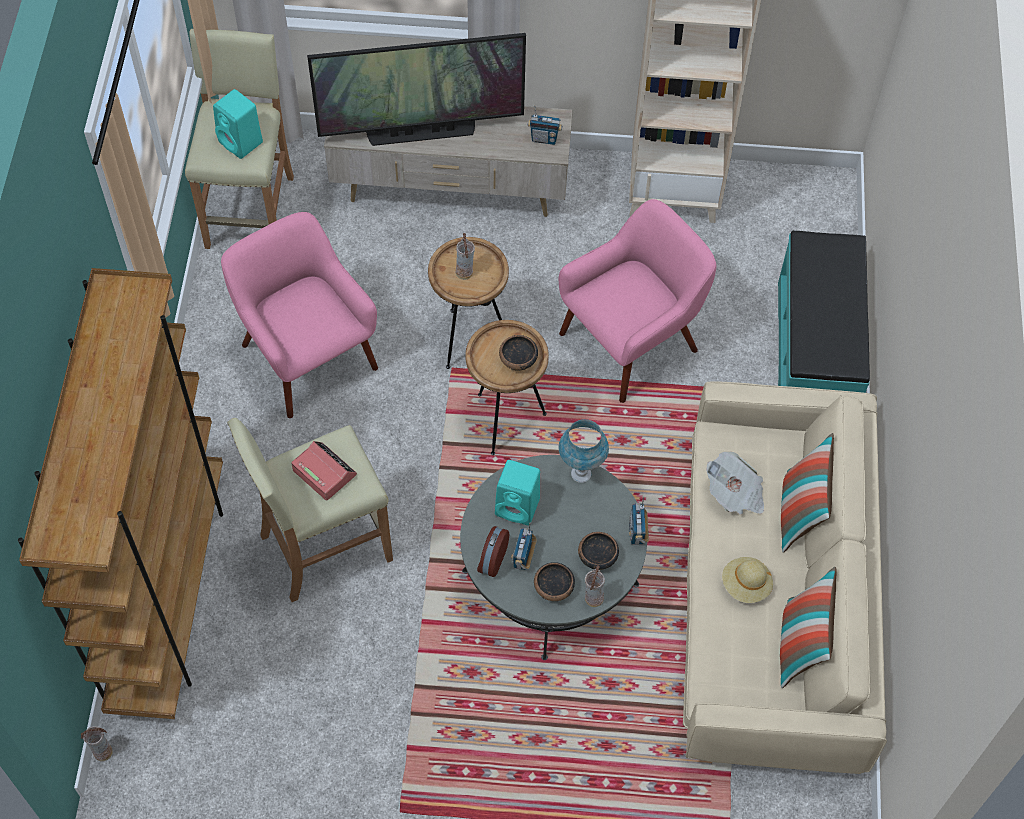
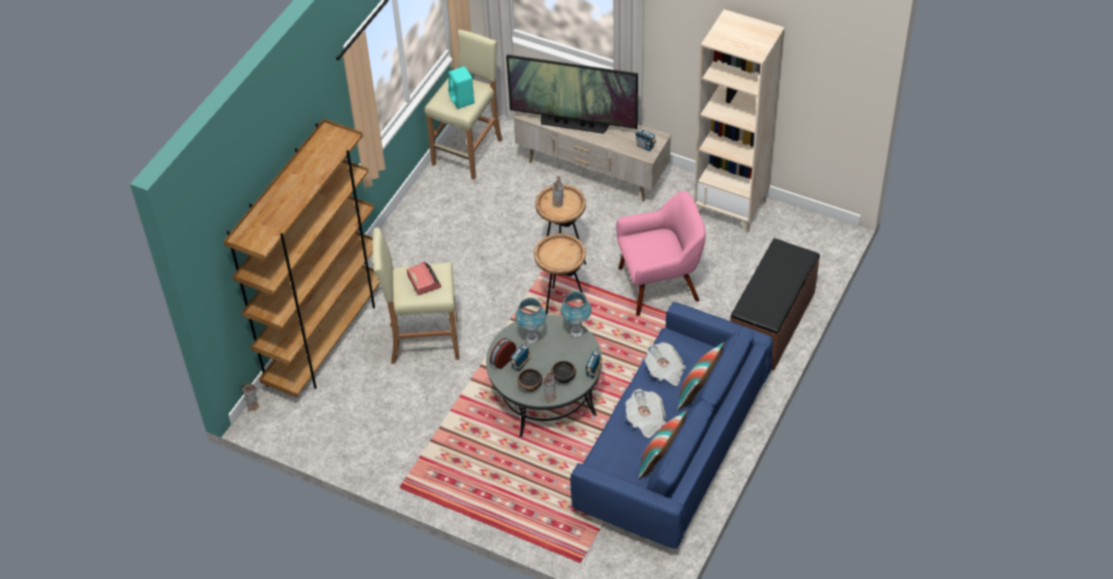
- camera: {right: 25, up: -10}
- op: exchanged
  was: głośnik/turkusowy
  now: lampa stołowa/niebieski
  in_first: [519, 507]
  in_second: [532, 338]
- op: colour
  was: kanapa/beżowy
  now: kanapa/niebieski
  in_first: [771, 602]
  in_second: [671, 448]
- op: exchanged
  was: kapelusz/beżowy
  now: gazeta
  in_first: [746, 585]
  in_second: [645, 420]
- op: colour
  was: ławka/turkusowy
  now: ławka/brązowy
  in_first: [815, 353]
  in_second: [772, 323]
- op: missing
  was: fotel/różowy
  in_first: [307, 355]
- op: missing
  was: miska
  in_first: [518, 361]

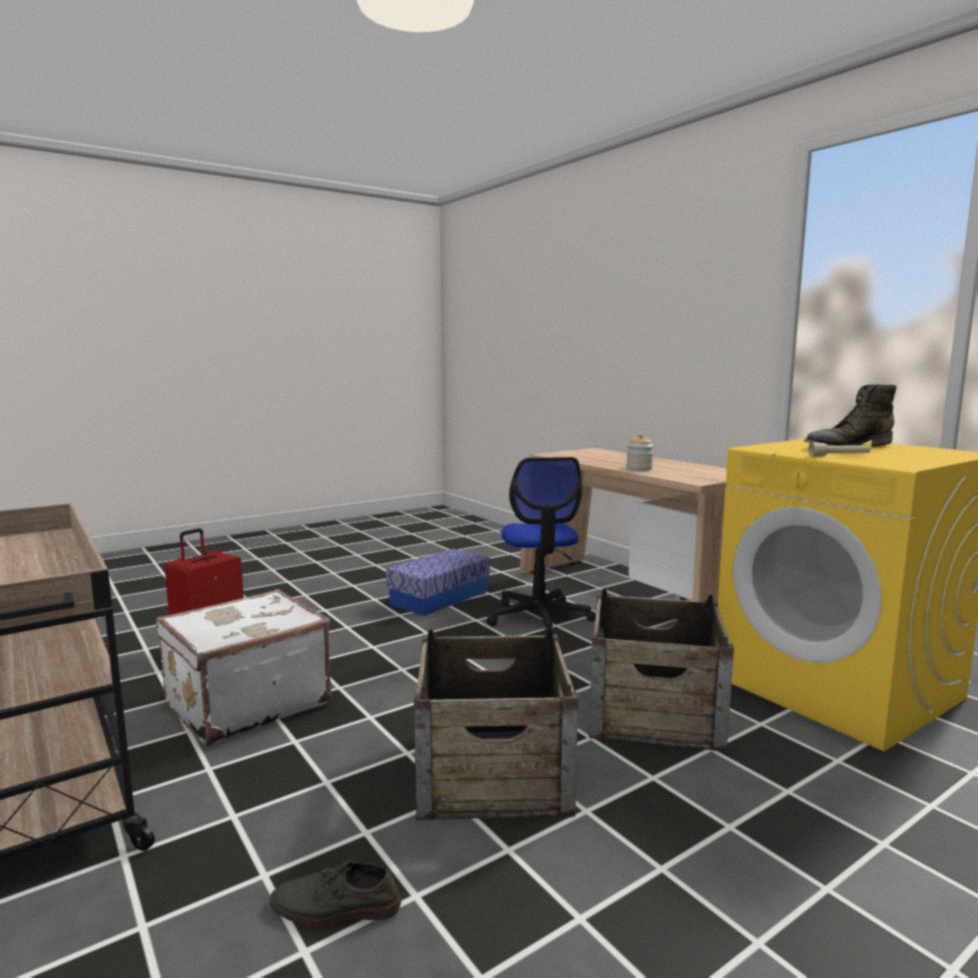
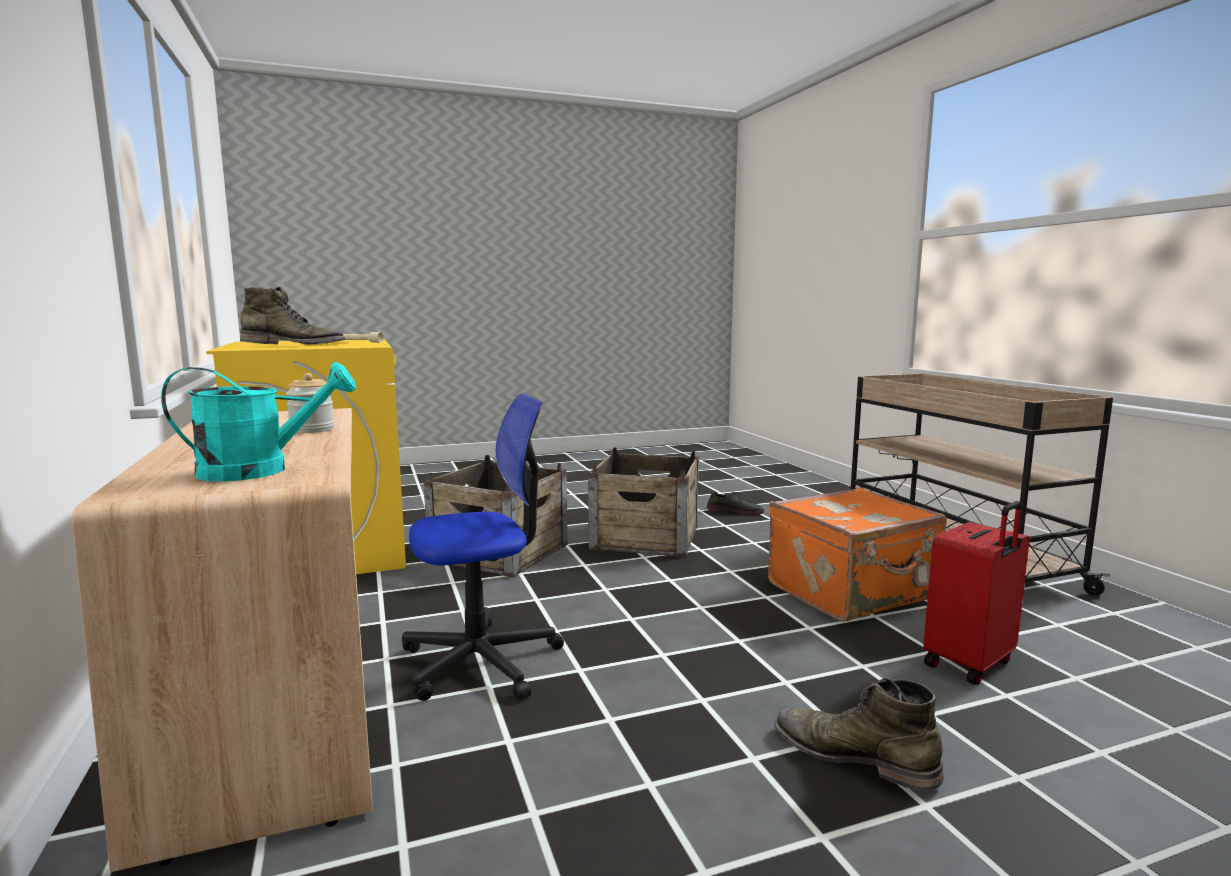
- camera: {right: -165, up: 0}
- op: appeared
  now: konewka/turkusowy
  in_second: [260, 470]
- op: spun
  was: krzesło biurowe
  in_first: [539, 617]
  in_second: [481, 661]
  clockwise: 60
- op: colour
  was: walizka/biały
  now: walizka/pomarańczowy
  in_first: [245, 703]
  in_second: [852, 592]
- op: appeared
  now: but z cholewką/zielony
  in_second: [853, 756]
- op: missing
  was: pojemnik do przechowywania
  in_first: [439, 597]

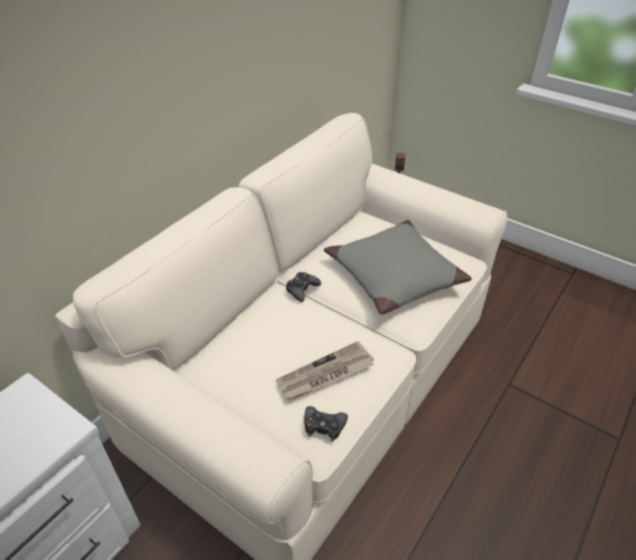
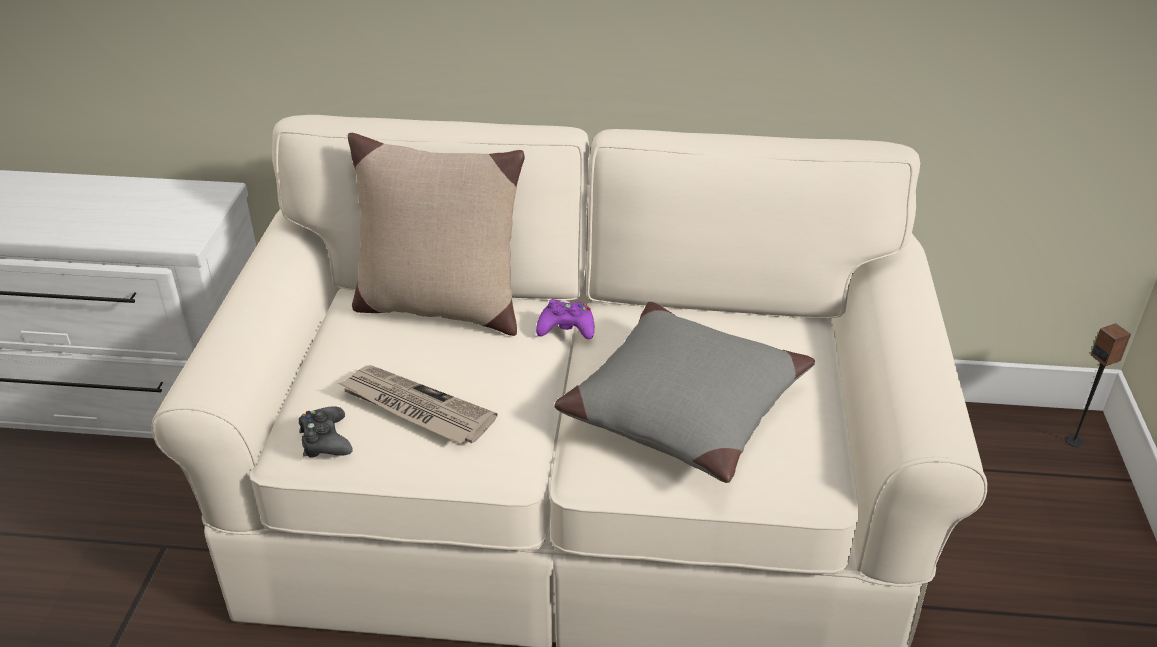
- camera: {right: 60, up: -5}
- op: appeared
  now: poduszka/beżowy
  in_second: [439, 307]
- op: colour
  was: pad do gier/czarny
  now: pad do gier/fioletowy
  in_first: [302, 289]
  in_second: [566, 328]

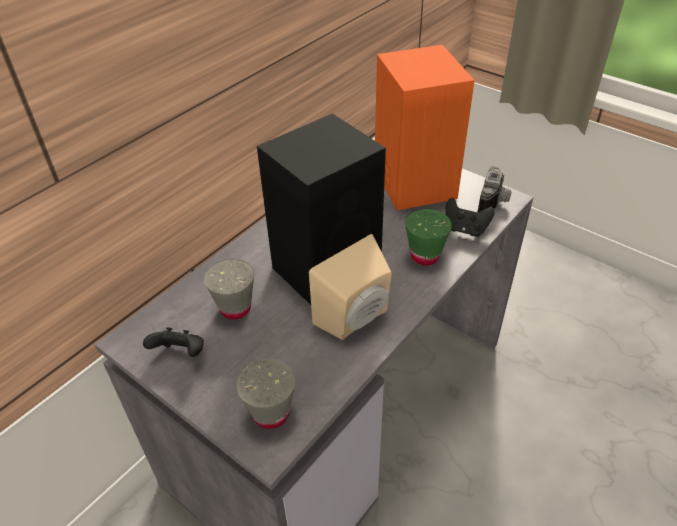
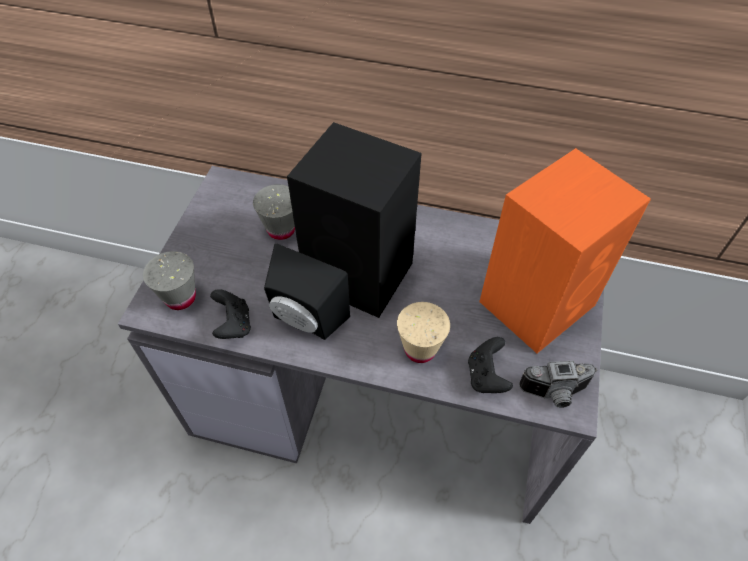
- camera: {right: 65, up: 10}
- op: relocated
  was: pad do gier/czarny
  in_first: [180, 354]
  in_second: [234, 325]
- op: colour
  was: głośnik/beżowy
  now: głośnik/czarny
  in_first: [357, 319]
  in_second: [305, 320]
- op: colour
  was: filiżanka/zielony
  now: filiżanka/beżowy
  in_first: [424, 256]
  in_second: [420, 349]

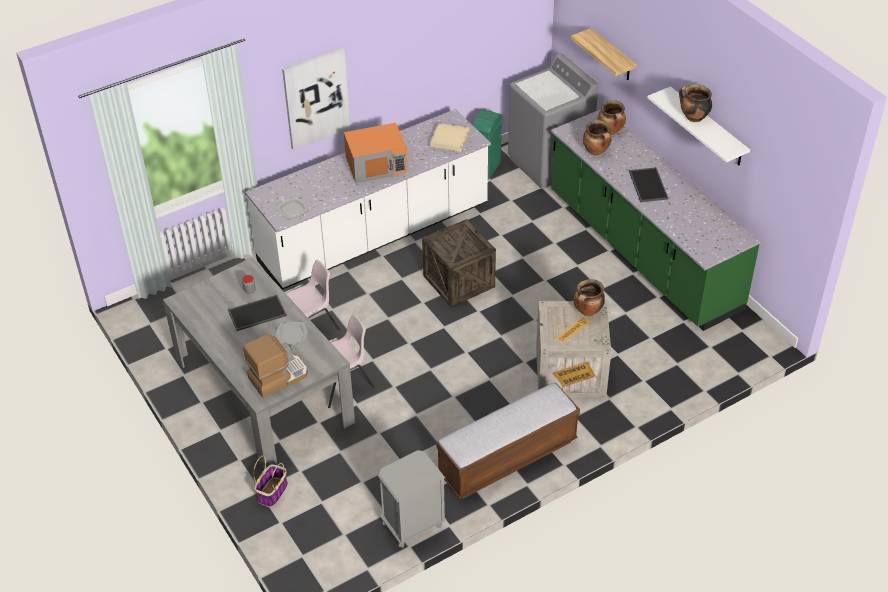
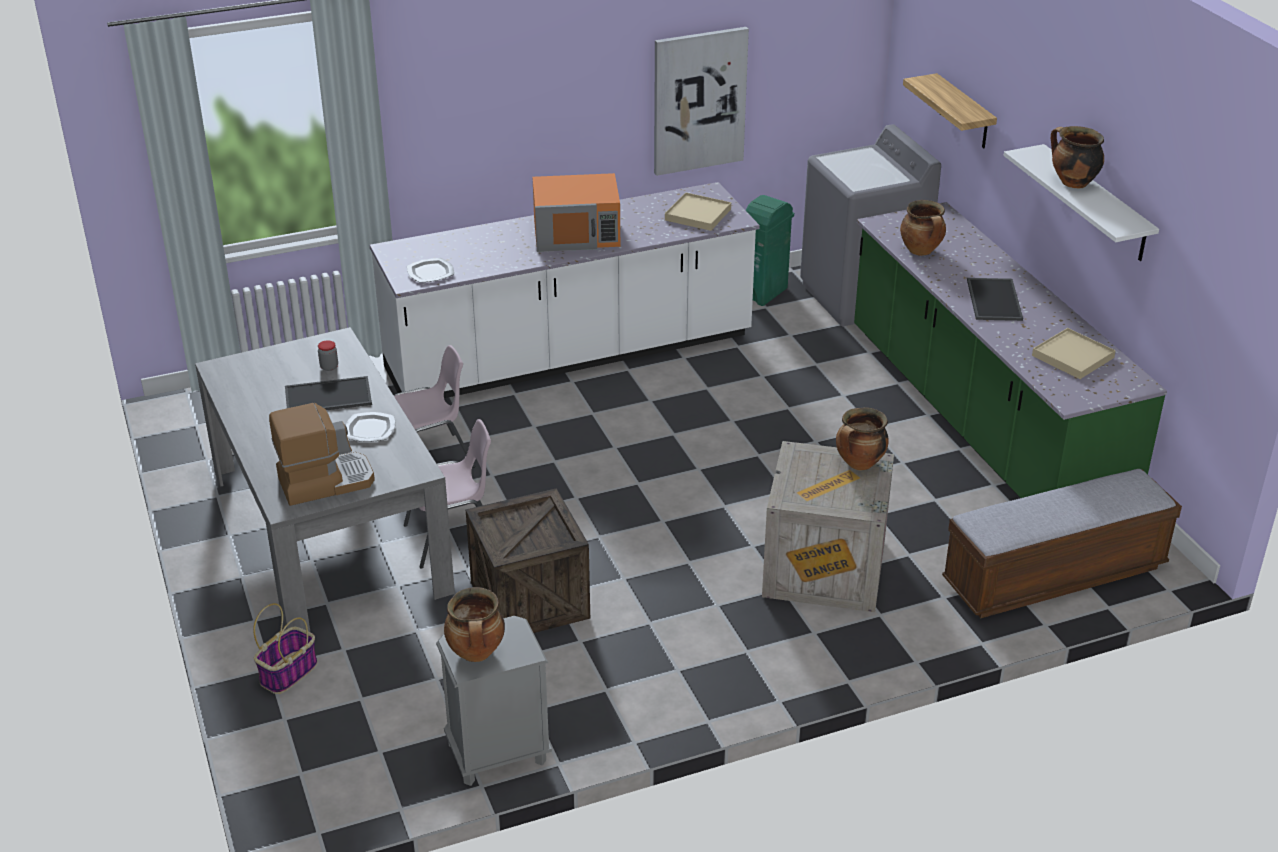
- camera: {right: 10, up: -10}
- op: relocated
  was: garnek
  in_first: [611, 131]
  in_second: [477, 654]
- op: relocated
  was: skrzynka
  in_first: [459, 281]
  in_second: [529, 600]
- op: relocated
  was: obraz
  in_first: [316, 98]
  in_second: [699, 100]
- op: relocated
  was: ławka
  in_first: [507, 457]
  in_second: [1054, 575]
- op: appeared
  now: taca/beżowy
  in_second: [1072, 356]

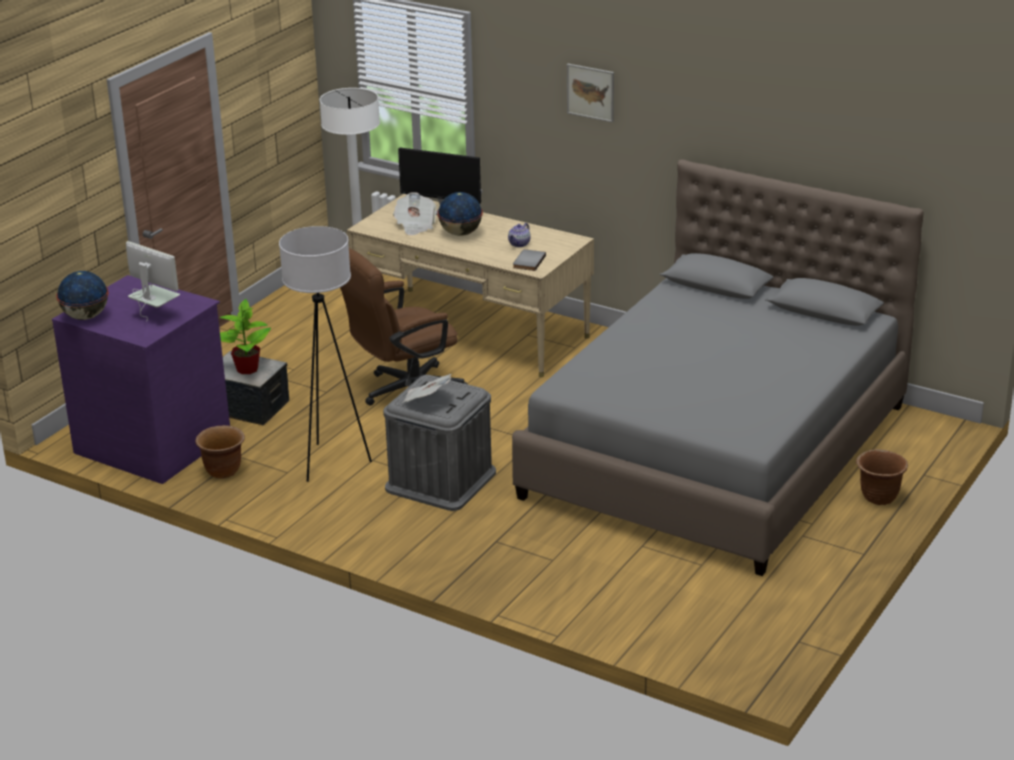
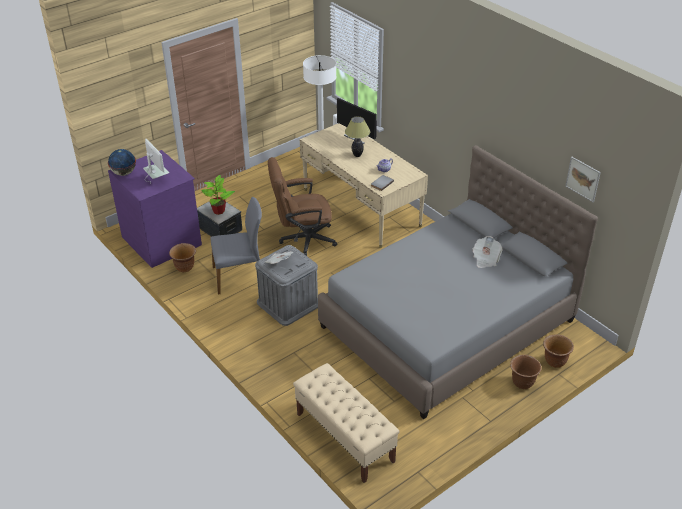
- camera: {right: 20, up: 10}
- op: exchanged
  was: lampa stojąca/biały
  now: krzesło/szary
  in_first: [331, 462]
  in_second: [240, 276]
- op: appeared
  now: ławka/beżowy
  in_second: [344, 437]
- op: exchanged
  was: globus
  now: lampa stołowa
  in_first: [461, 233]
  in_second: [357, 155]
- op: relocated
  was: gazeta
  in_first: [415, 225]
  in_second: [485, 259]
- op: appeared
  now: donica/brązowy
  in_second: [555, 361]
- op: relocated
  was: obraz
  in_first: [590, 92]
  in_second: [583, 179]

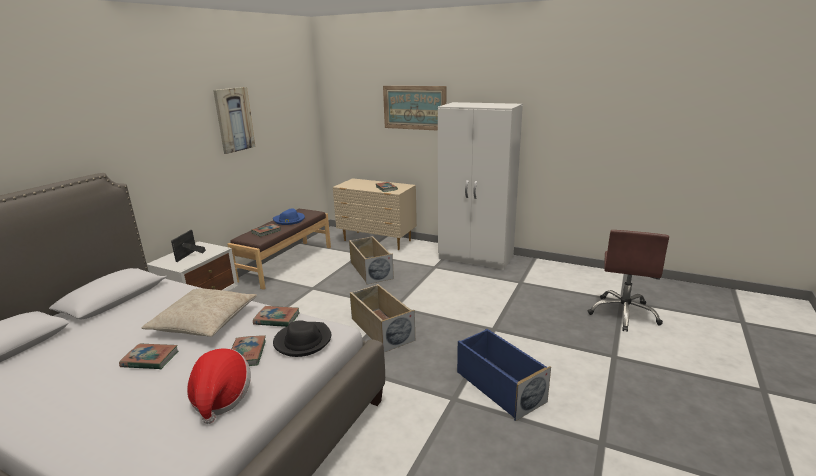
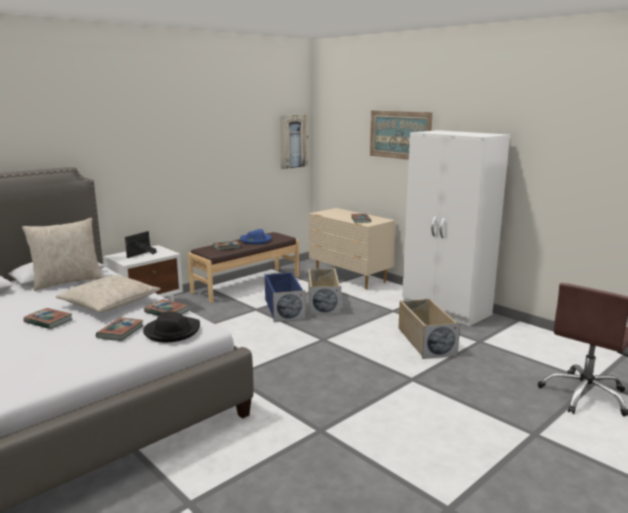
- camera: {right: 20, up: -5}
- op: appeared
  now: poduszka/beżowy
  in_second: [67, 282]
- op: relocated
  was: pojemnik do przechowywania/niebieski
  in_first: [499, 386]
  in_second: [283, 308]
- op: relocated
  was: obraz
  in_first: [234, 120]
  in_second: [293, 141]
- op: relocated
  was: pojemnik do przechowywania/beżowy
  in_first: [381, 329]
  in_second: [425, 341]
- op: missing
  was: kapelusz
  in_first: [221, 398]

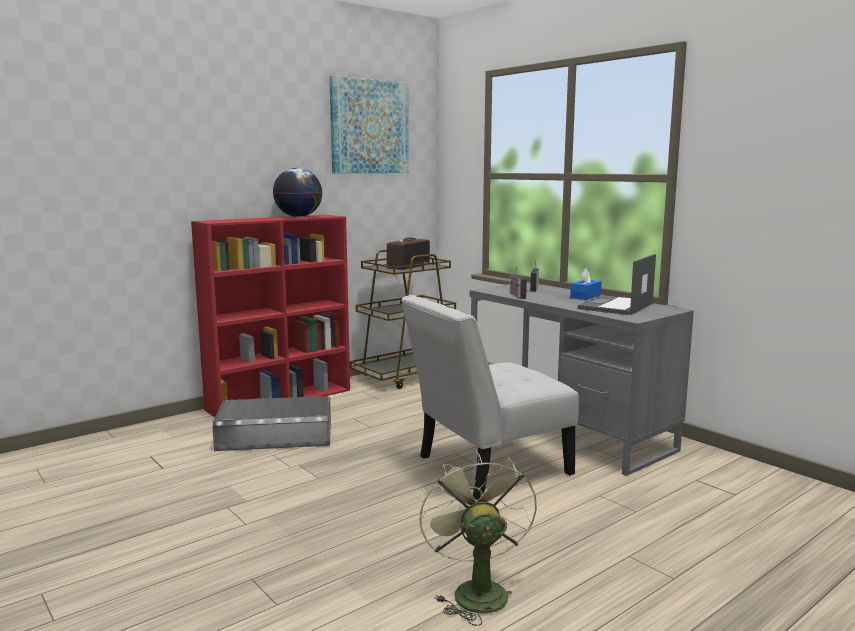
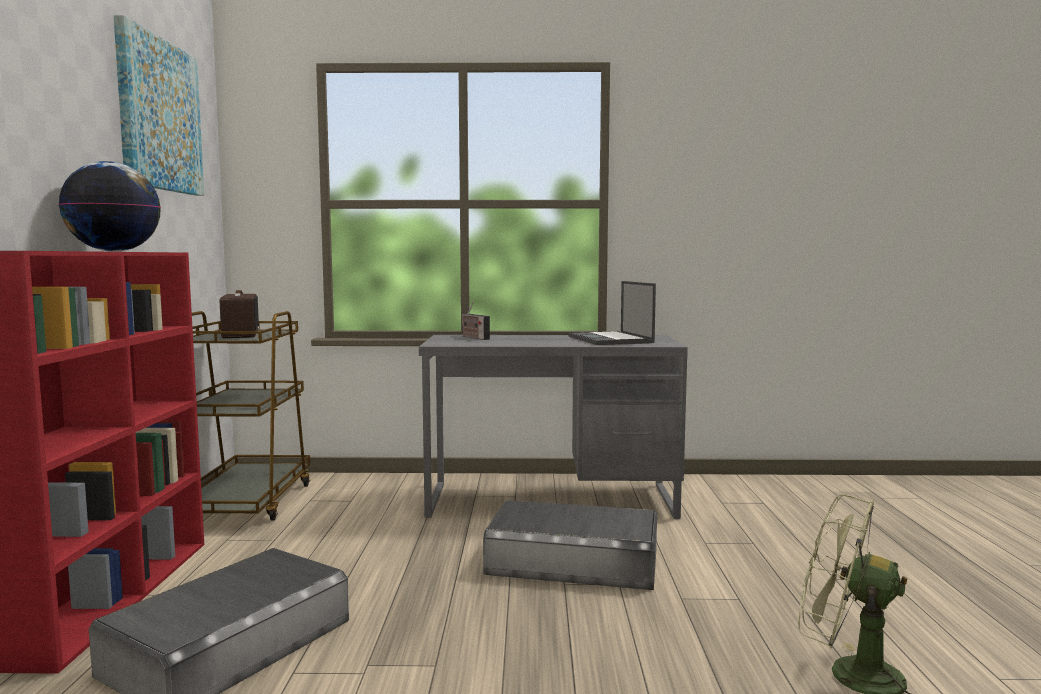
- camera: {right: -50, up: -5}
- op: exchanged
  was: krzesło/biały
  now: pojemnik do przechowywania/szary
  in_first: [486, 467]
  in_second: [573, 561]
- op: missing
  was: radio
  in_first: [516, 295]
- op: missing
  was: pudełko chusteczek/niebieski
  in_first: [585, 296]

